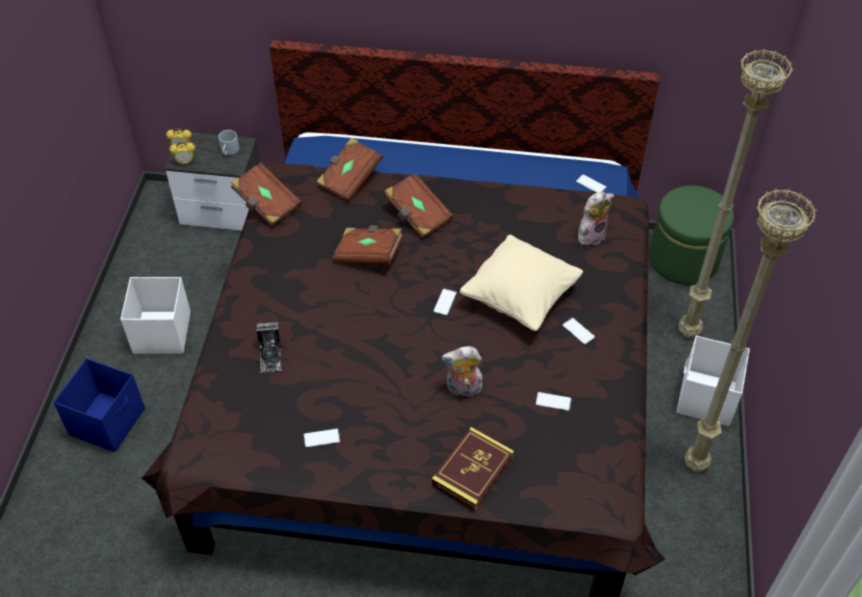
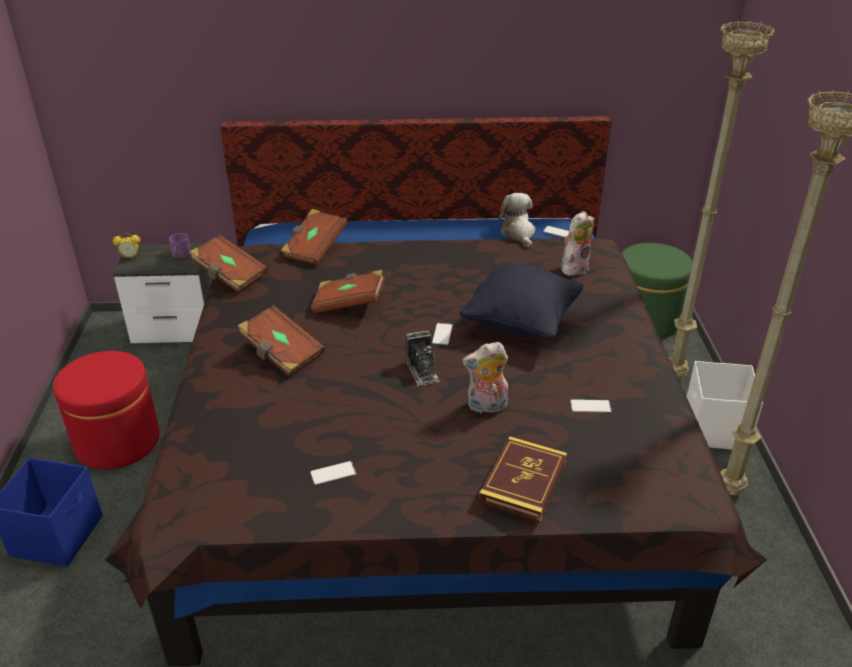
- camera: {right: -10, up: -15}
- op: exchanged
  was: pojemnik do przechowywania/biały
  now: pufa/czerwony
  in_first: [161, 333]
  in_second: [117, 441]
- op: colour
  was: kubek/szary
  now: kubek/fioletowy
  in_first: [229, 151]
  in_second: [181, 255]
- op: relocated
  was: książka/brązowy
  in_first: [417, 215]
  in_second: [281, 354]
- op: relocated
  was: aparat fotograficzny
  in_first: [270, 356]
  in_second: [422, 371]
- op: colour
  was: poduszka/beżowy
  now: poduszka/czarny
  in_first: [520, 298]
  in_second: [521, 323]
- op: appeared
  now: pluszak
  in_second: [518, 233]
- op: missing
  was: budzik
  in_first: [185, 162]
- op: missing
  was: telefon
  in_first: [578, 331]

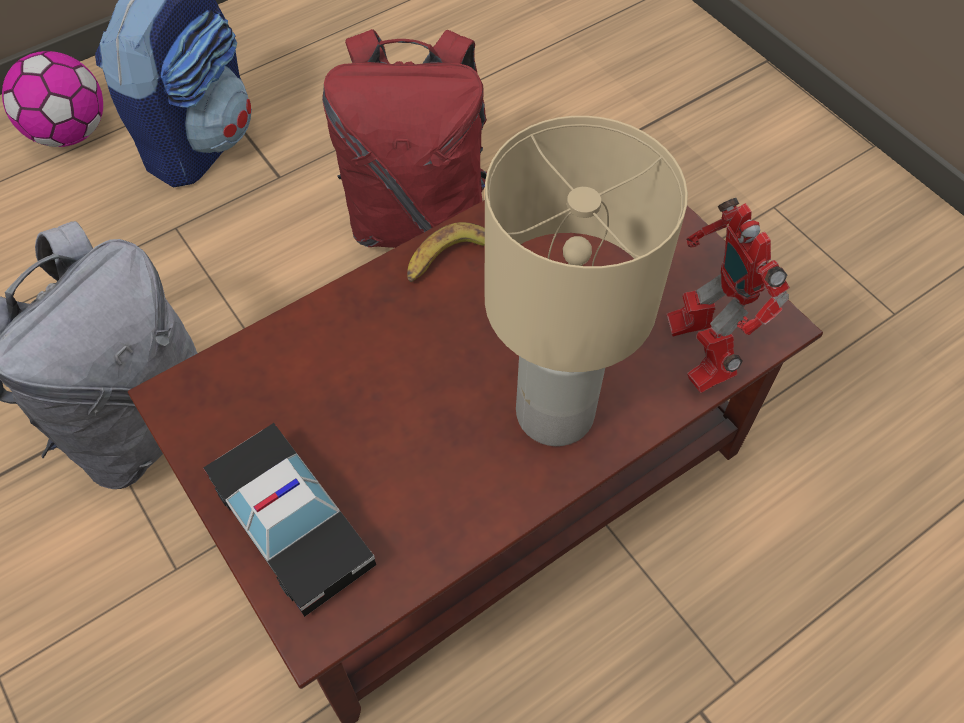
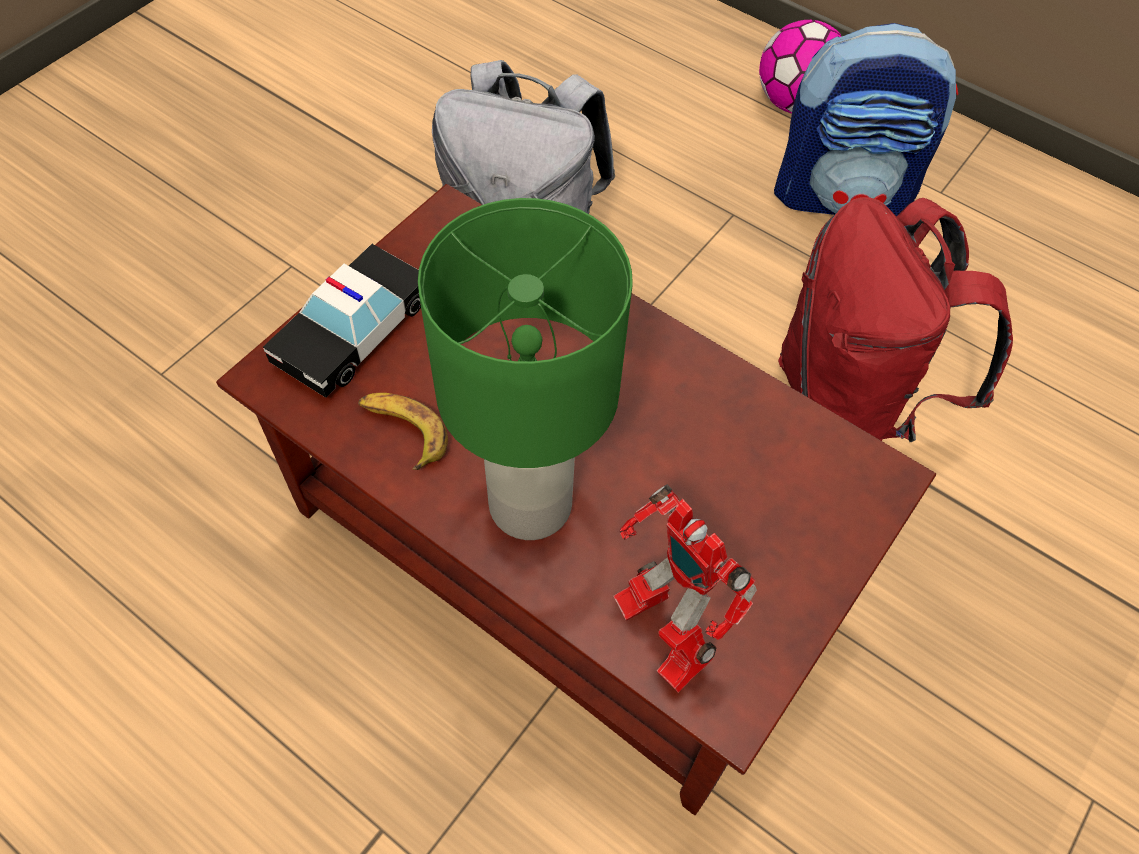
- camera: {right: 70, up: 0}
- op: relocated
  was: banan
  in_first: [447, 260]
  in_second: [403, 431]
- op: colour
  was: lampa stołowa/beżowy
  now: lampa stołowa/zielony
  in_first: [554, 415]
  in_second: [527, 504]
- op: spun
  was: robot zabawkowy
  in_first: [698, 350]
  in_second: [660, 629]
  clockwise: -90

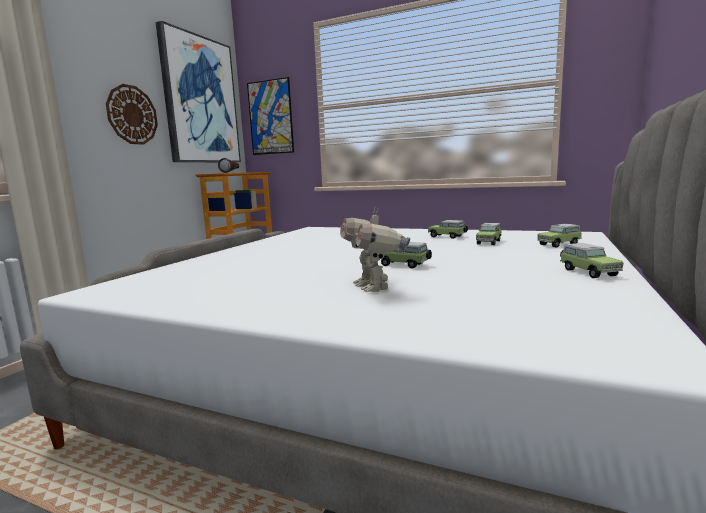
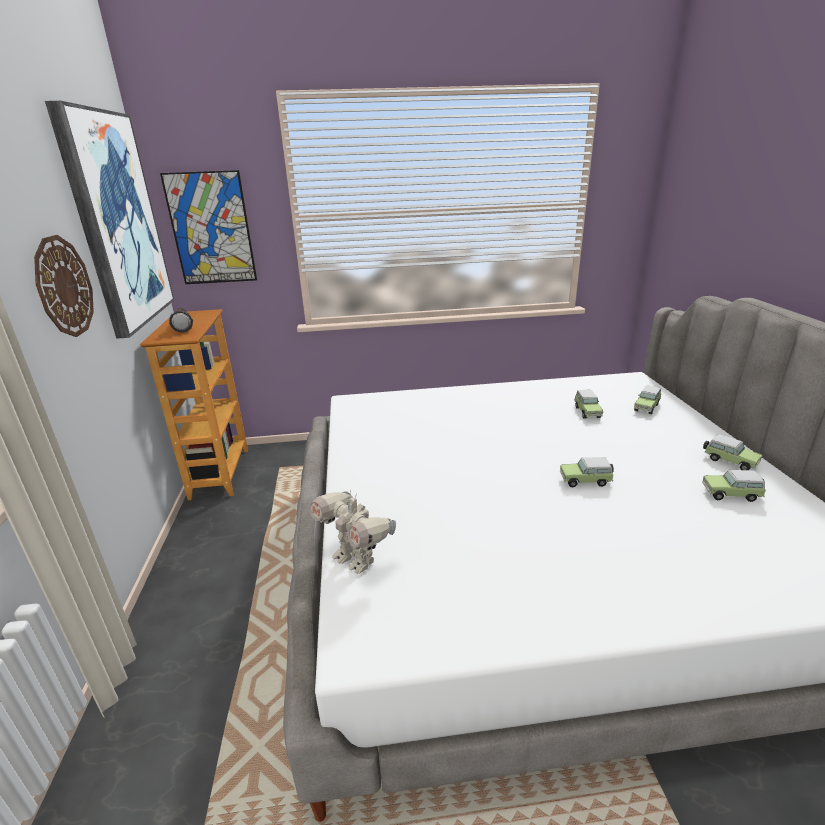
- camera: {right: -30, up: 15}
- op: relocated
  was: robot zabawkowy
  in_first: [373, 287]
  in_second: [355, 559]
- op: relocated
  was: samochodzik
  in_first: [447, 237]
  in_second: [732, 494]

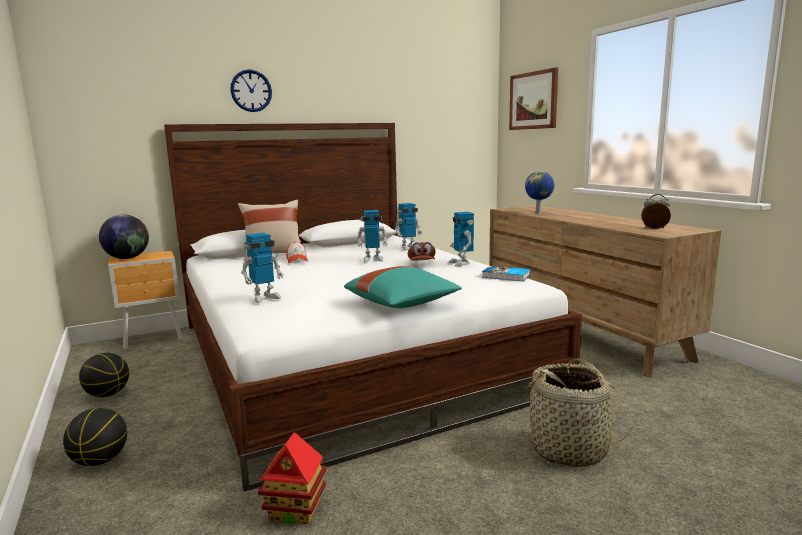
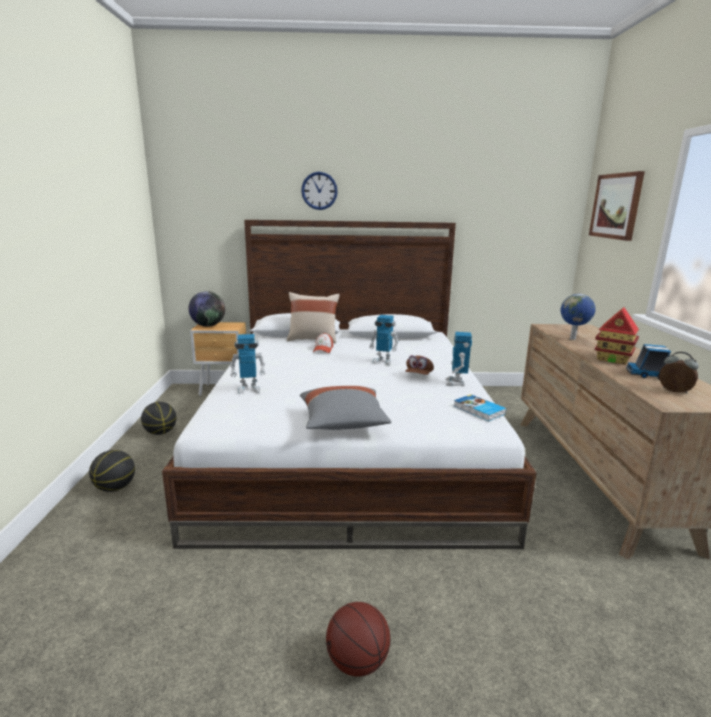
- camera: {right: 25, up: 5}
- op: colour
  was: poduszka/turkusowy
  now: poduszka/szary
  in_first: [402, 304]
  in_second: [343, 423]
- op: appeared
  now: piłka do koszykówki
  in_second: [357, 662]
- op: relocated
  was: domek
  in_first: [296, 510]
  in_second: [613, 359]
- op: appeared
  now: ciężarówka zabawkowa
  in_second: [648, 374]
- op: missing
  was: robot zabawkowy
  in_first: [408, 247]
- op: missing
  was: koszyk
  in_first: [570, 449]

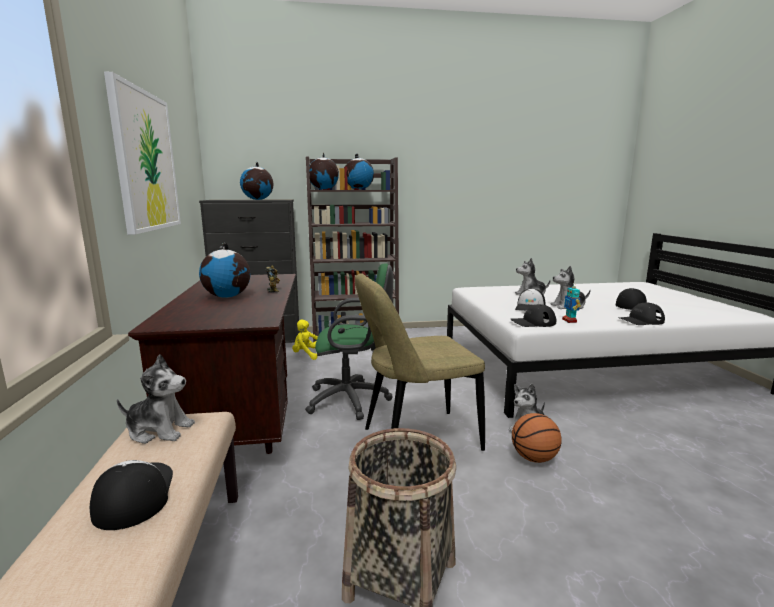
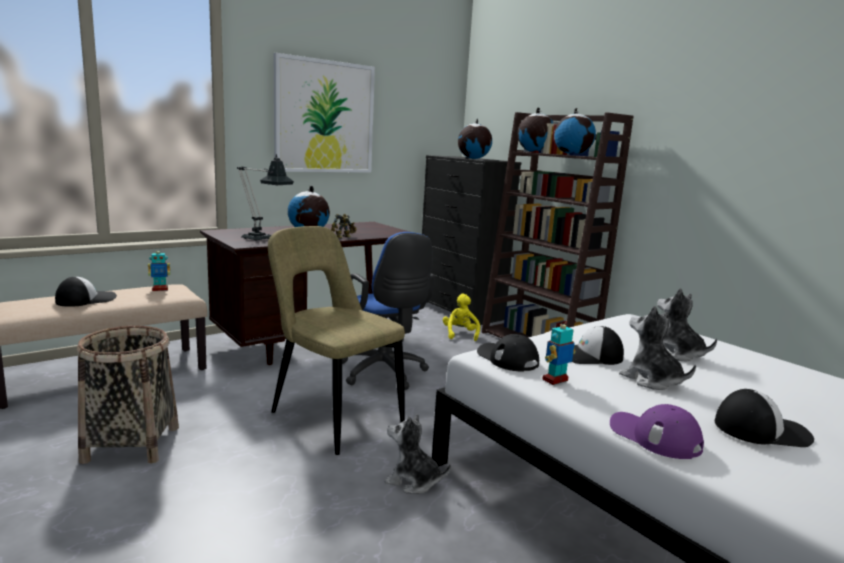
- camera: {right: 60, up: 0}
- op: exchanged
  was: pluszak
  now: robot zabawkowy
  in_first: [159, 430]
  in_second: [160, 289]
- op: appeared
  now: lampa stołowa
  in_second: [262, 239]
- op: colour
  was: krzesło biurowe/zielony
  now: krzesło biurowe/niebieski
  in_first: [352, 400]
  in_second: [384, 374]
- op: colour
  was: czapka z daszkiem/czarny
  now: czapka z daszkiem/fioletowy
  in_first: [641, 320]
  in_second: [654, 436]
- op: missing
  was: piłka do koszykówki
  in_first: [534, 458]

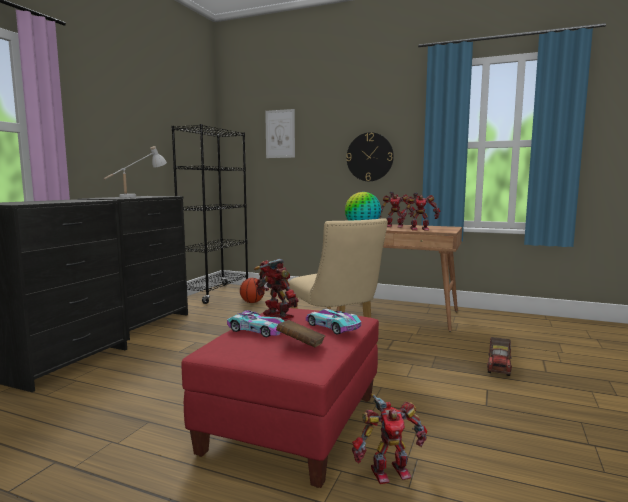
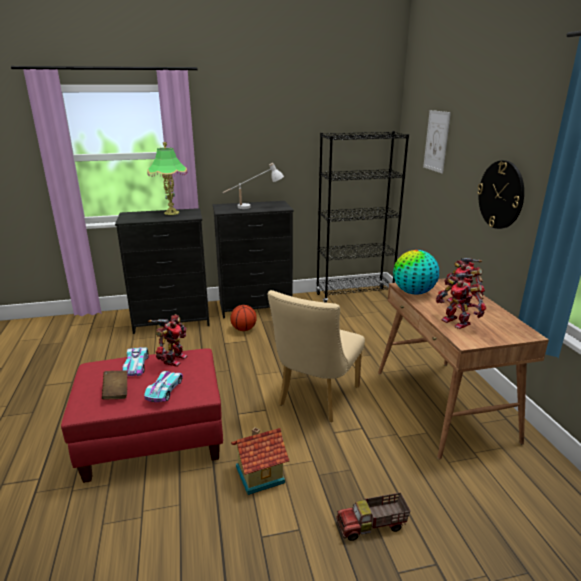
- camera: {right: 55, up: 15}
- op: appeared
  now: lampa stołowa
  in_second: [171, 213]
- op: relocated
  was: piłka do koszykówki
  in_first: [252, 302]
  in_second: [244, 329]
- op: appeared
  now: domek
  in_second: [259, 474]
- op: missing
  was: robot zabawkowy
  in_first: [388, 471]

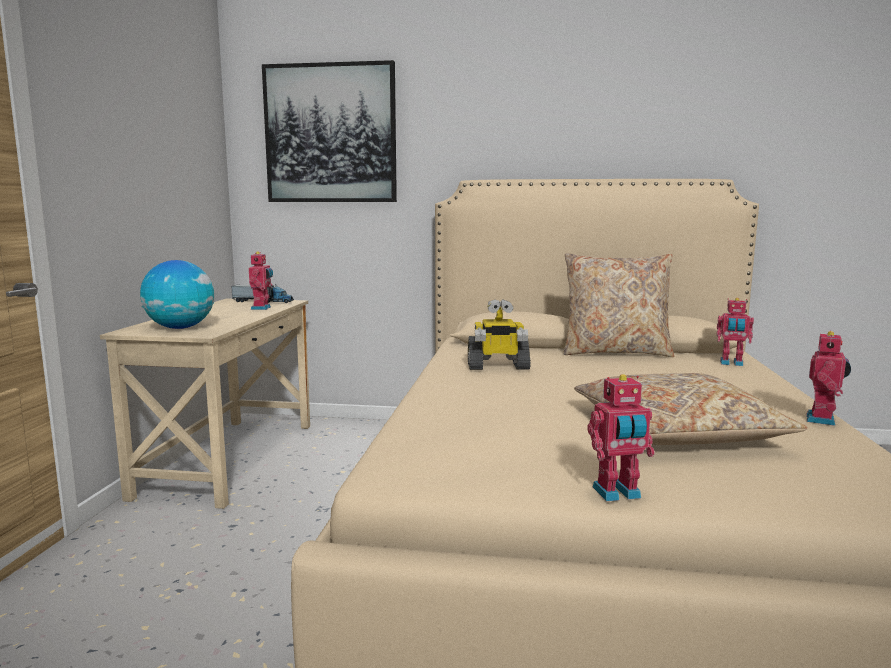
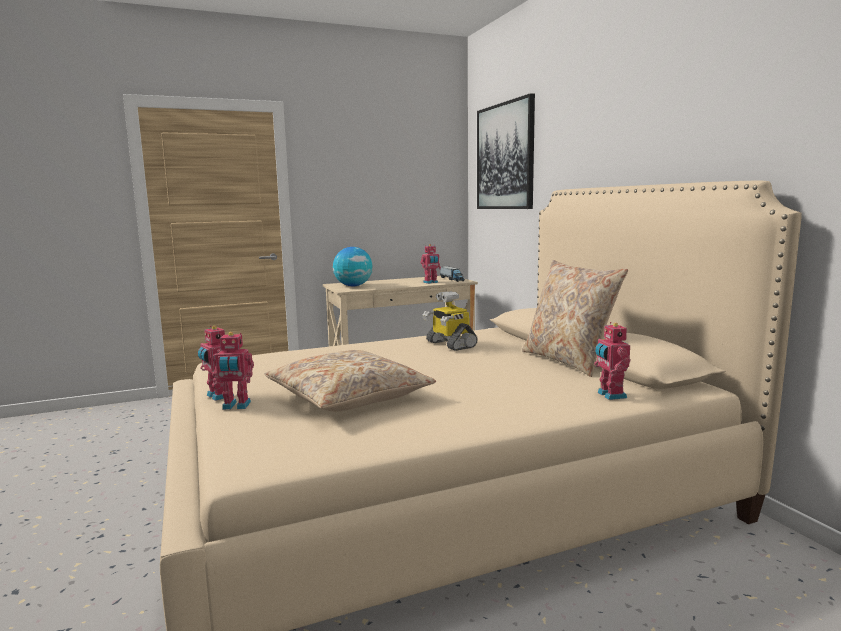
- camera: {right: 60, up: 0}
- op: relocated
  was: robot zabawkowy
  in_first: [823, 420]
  in_second: [236, 406]

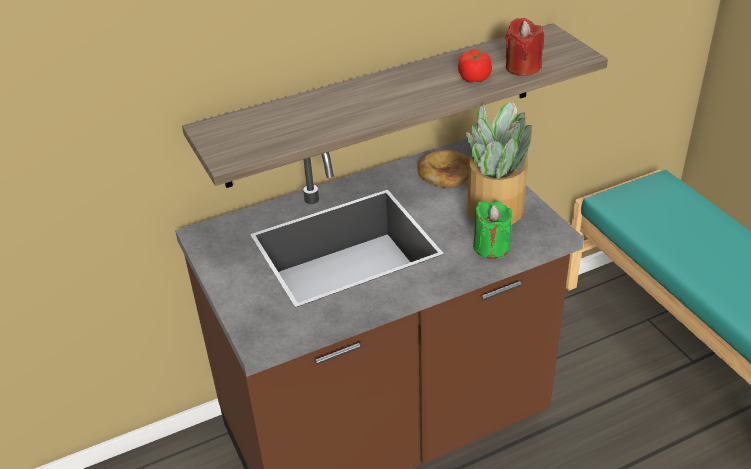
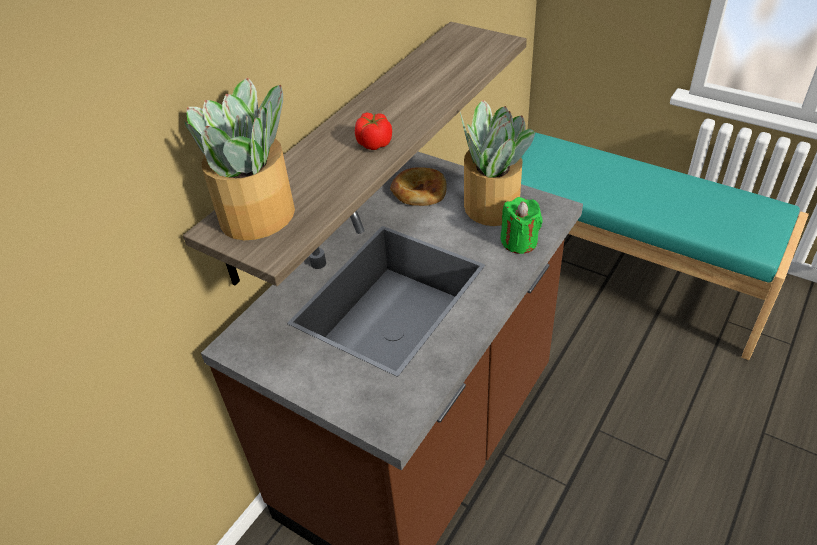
- camera: {right: -30, up: 5}
- op: appeared
  now: roślina doniczkowa
  in_second: [259, 215]
- op: relocated
  was: pomidor
  in_first: [474, 78]
  in_second: [374, 143]
- op: missing
  was: świeca/czerwony
  in_first: [522, 67]

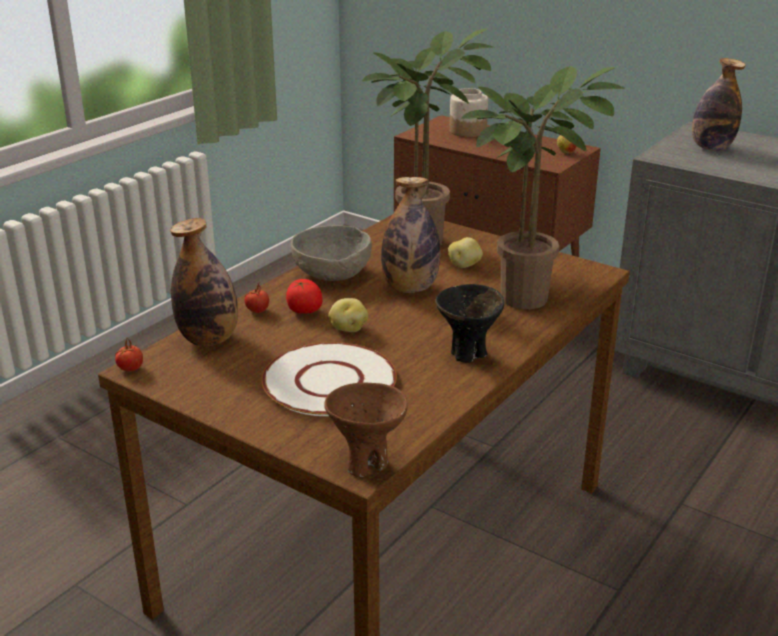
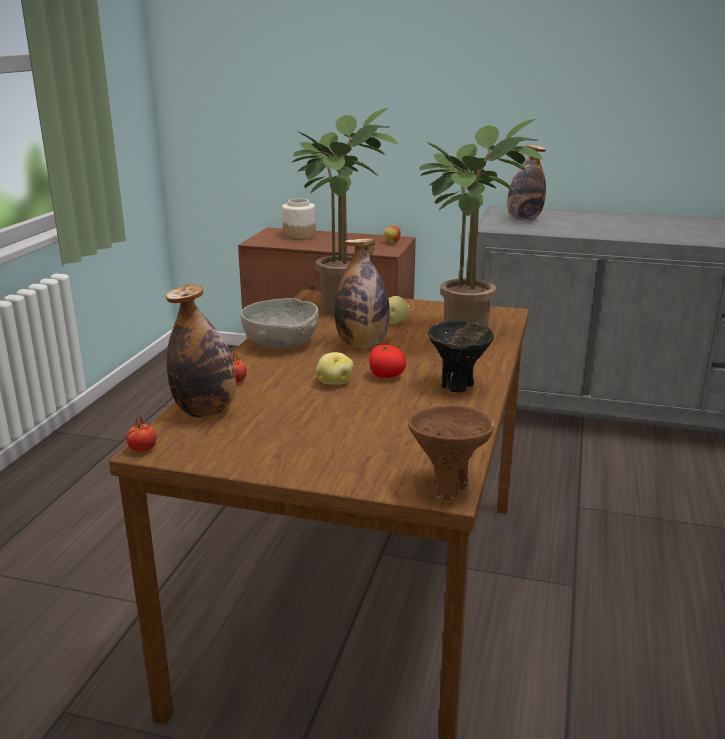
- camera: {right: -20, up: -5}
- op: relocated
  was: pomidor
  in_first: [304, 311]
  in_second: [386, 376]
- op: missing
  was: talerz/biały
  in_first: [330, 382]

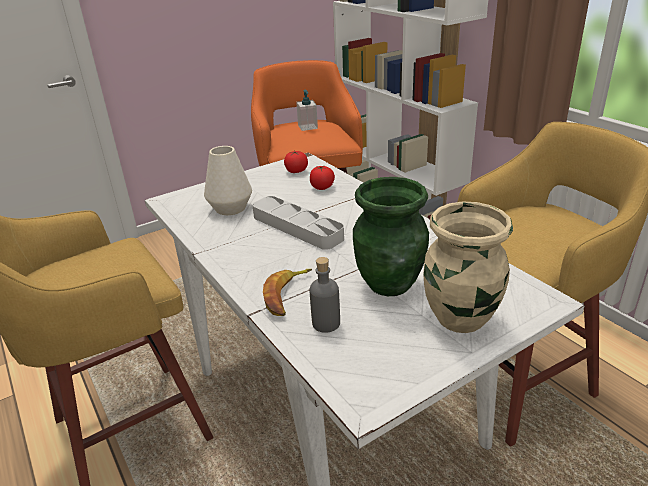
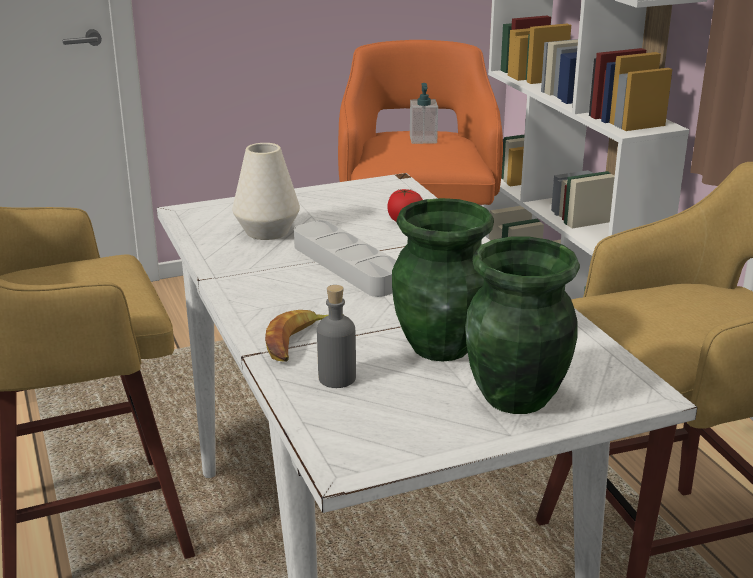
- camera: {right: 10, up: -5}
- op: colour
  was: wazon/beżowy
  now: wazon/zielony
  in_first: [461, 319]
  in_second: [516, 398]
- op: missing
  was: pomidor
  in_first: [296, 171]

